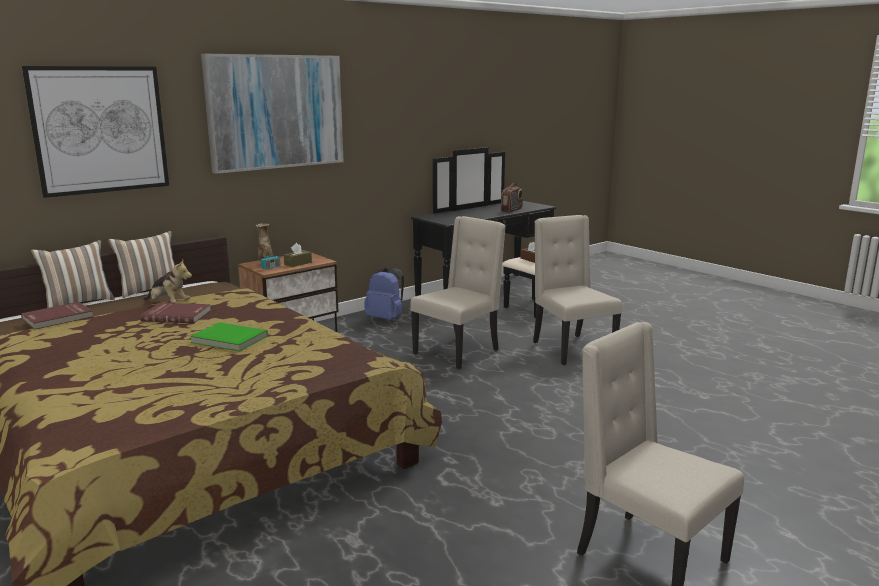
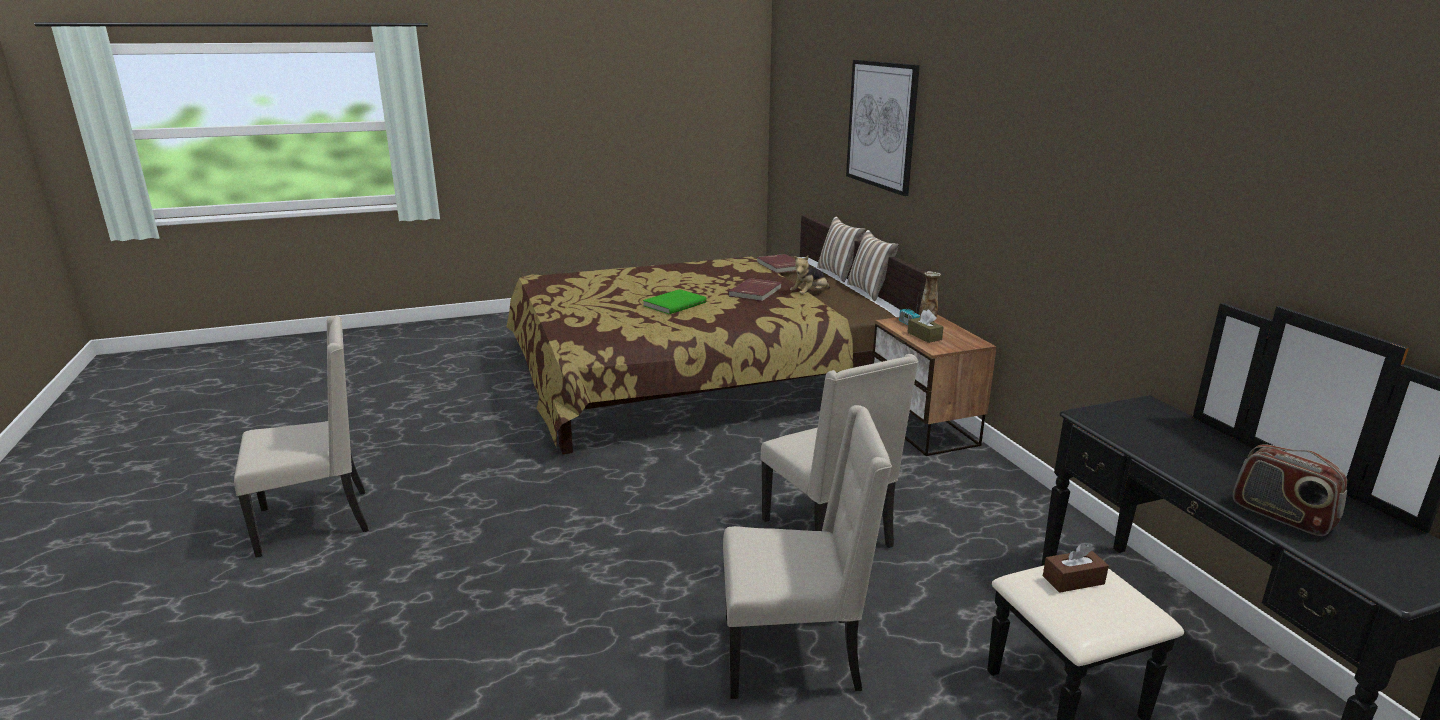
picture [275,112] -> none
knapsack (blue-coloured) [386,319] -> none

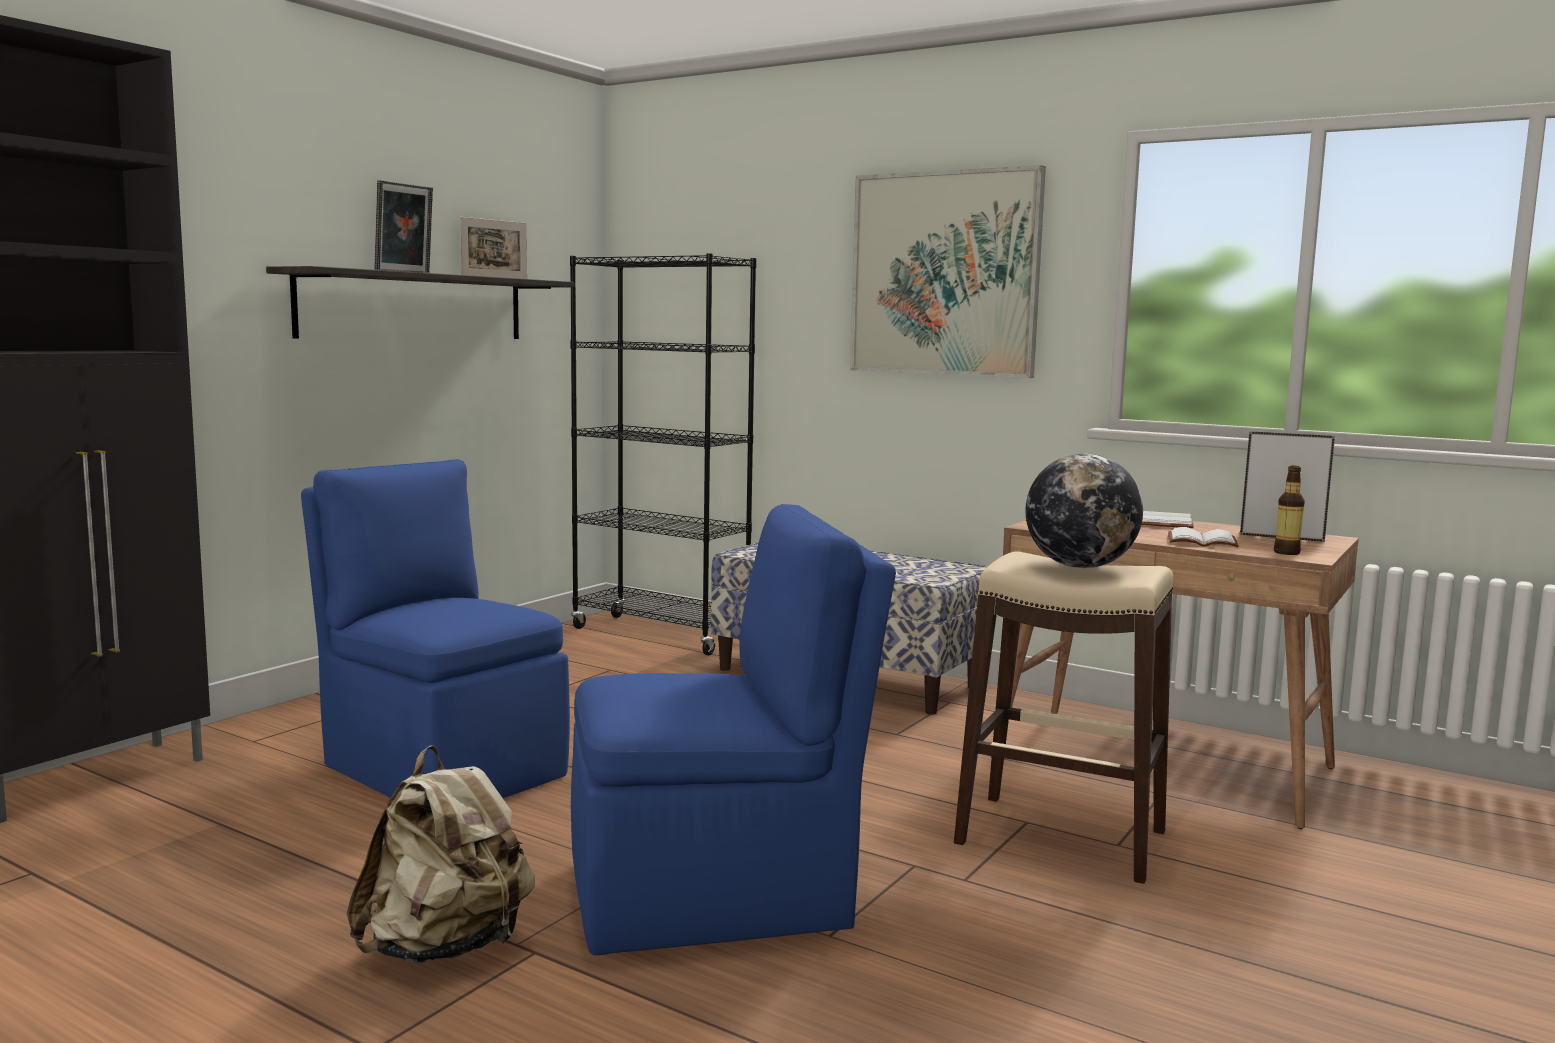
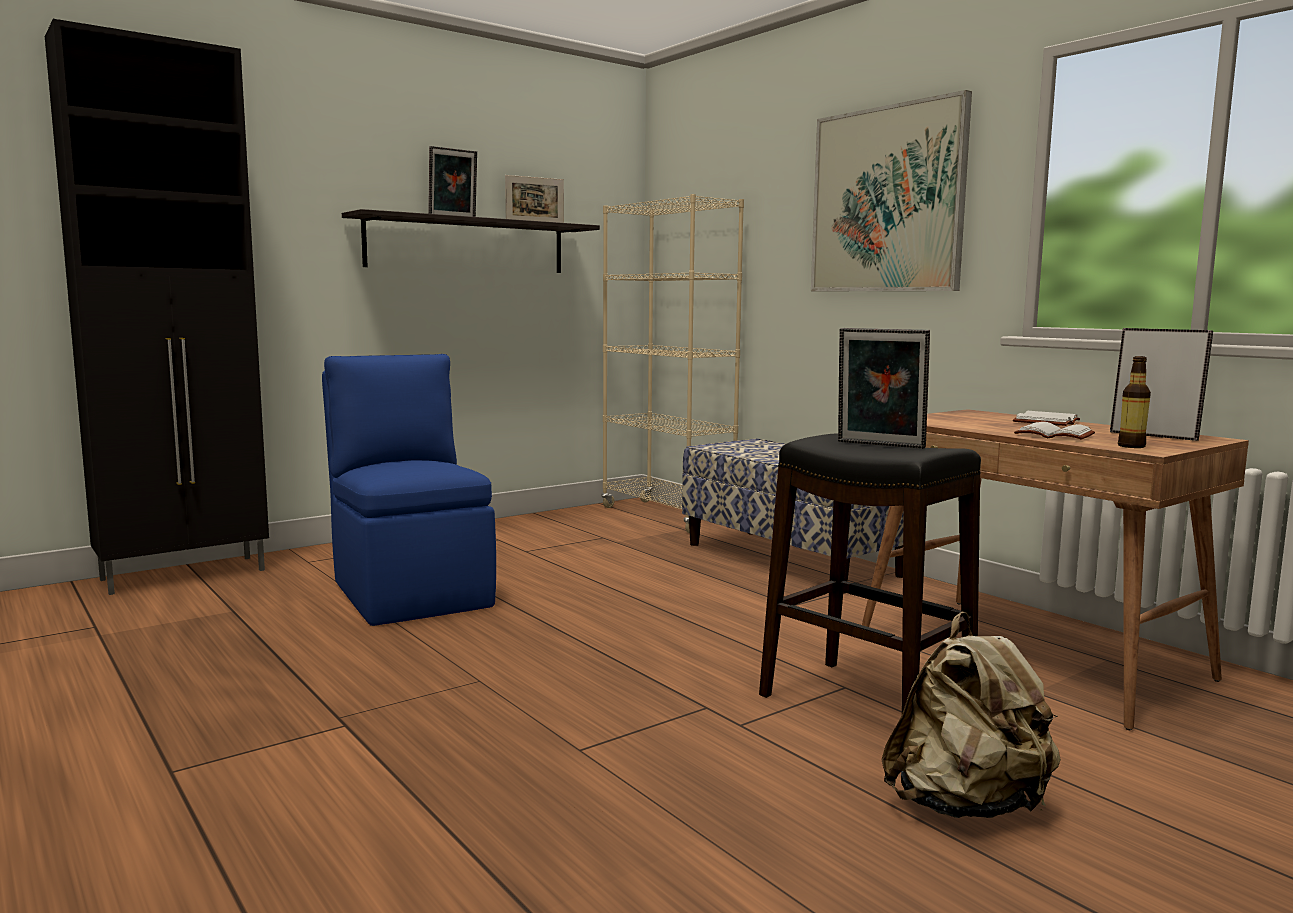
bookcase (black-coloured) [660,635] -> bookcase (beige) [667,516]
globe [1079,566] -> photo frame [879,445]
chair (blue-coloured) [717,896] -> none
stool (beige) [1059,837] -> stool (black-coloured) [864,703]
knapsack (beige) [446,947] -> knapsack (beige) [966,805], relocated

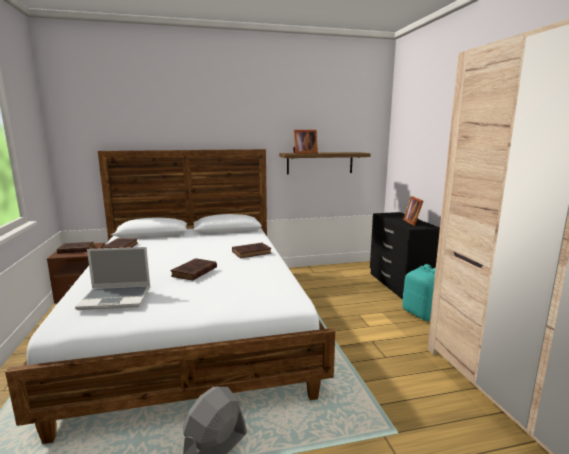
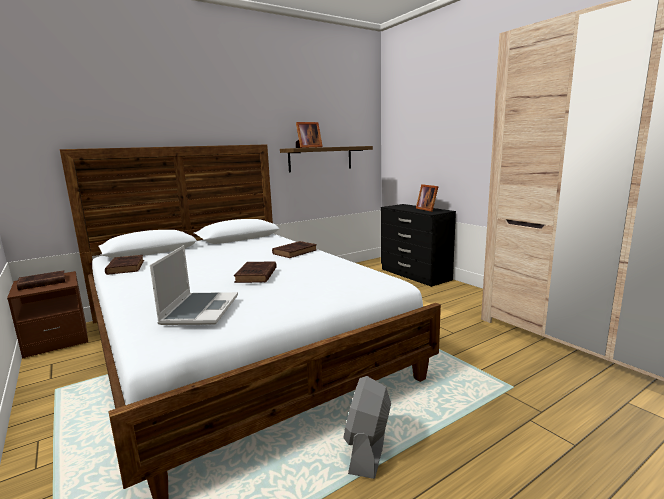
notebook computer [117,298] -> notebook computer [200,309], 60 degrees counterclockwise
knapsack (blue-green) [421,314] -> none

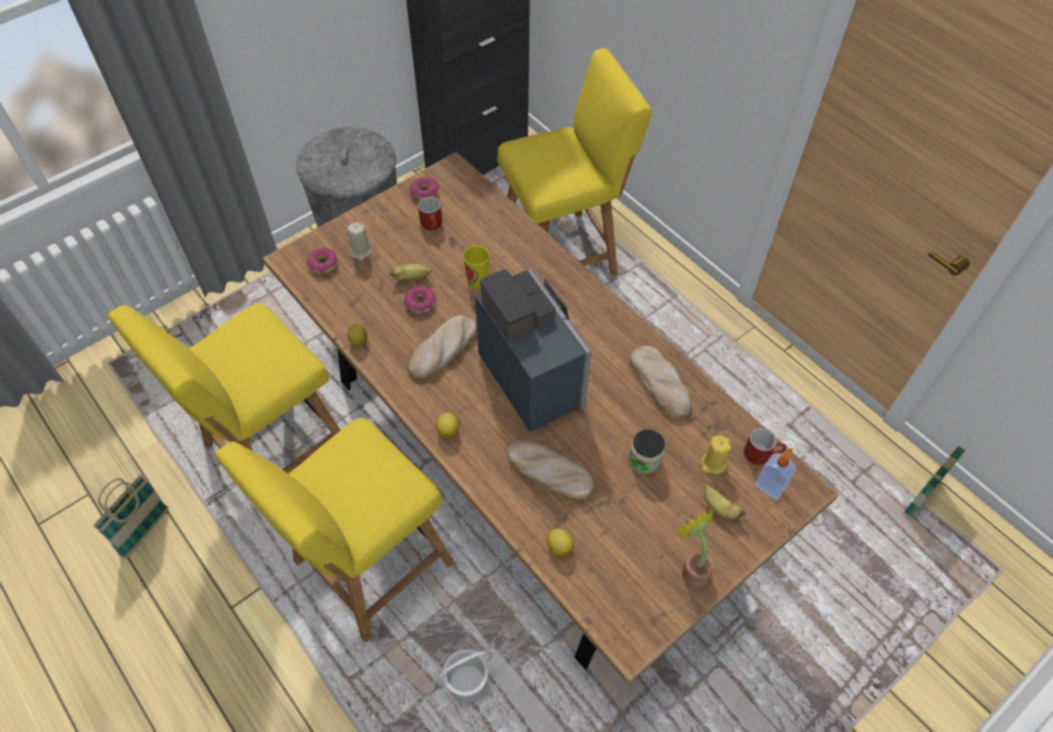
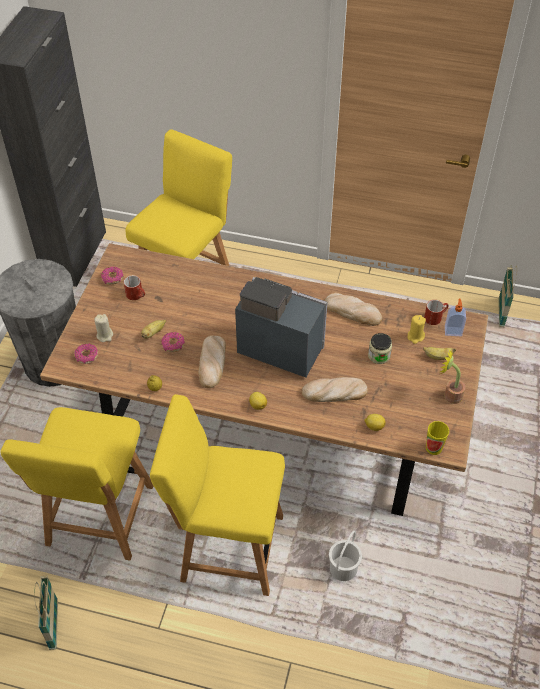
small cup [477,281] -> small cup [433,447], relocated
chair (yellowish) [367,567] -> chair (yellowish) [226,546], 90 degrees clockwise

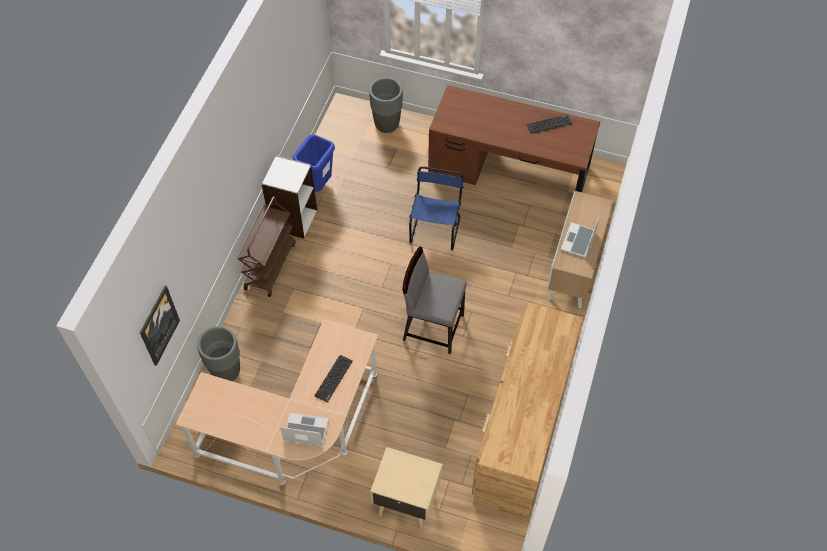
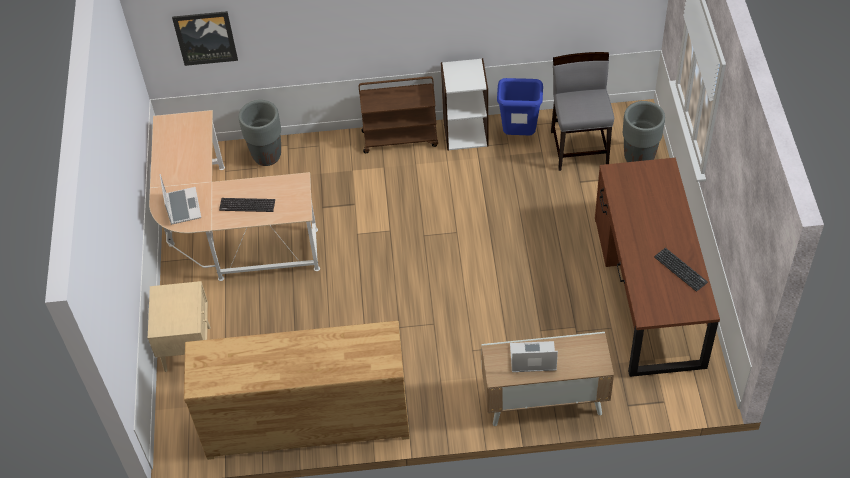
chair (blue-coloured) [435,227] -> none
chair (greyish) [432,327] -> chair (greyish) [579,147], relocated

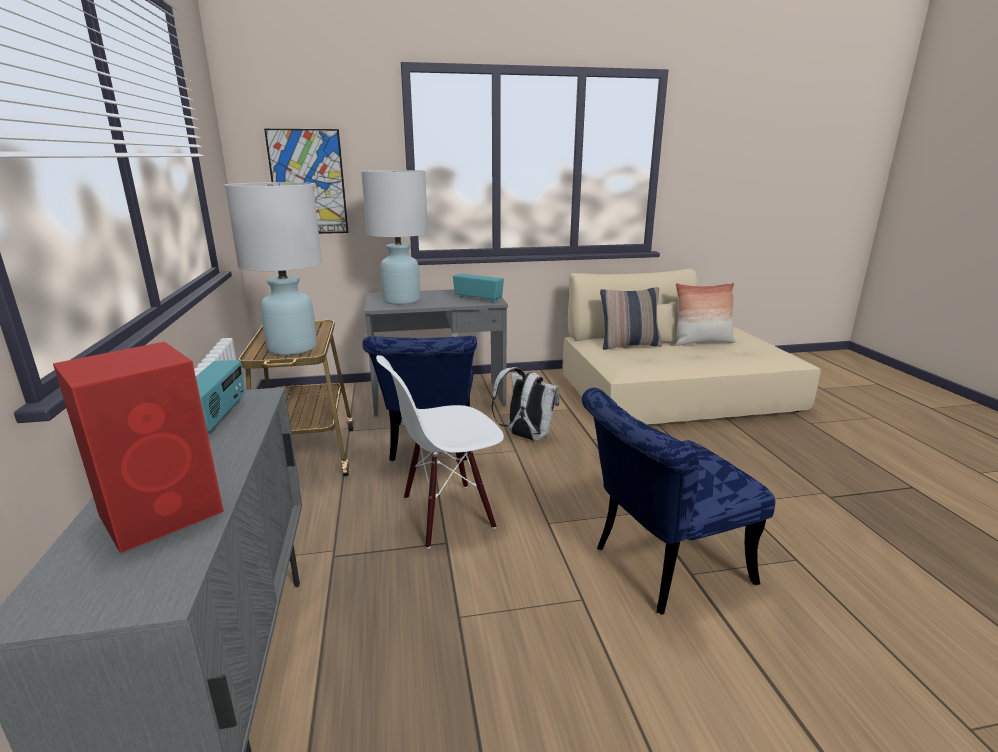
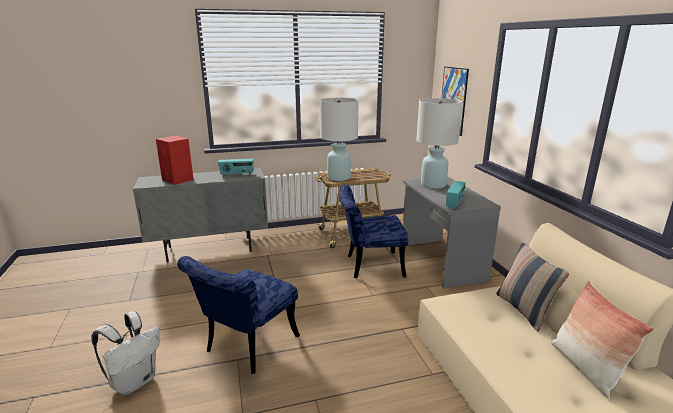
chair (white-coloured) [447,513] -> none
knapsack (white-coloured) [525,437] -> knapsack (white-coloured) [134,381], relocated
chair (blue-coloured) [659,566] -> chair (blue-coloured) [246,347], 120 degrees counterclockwise

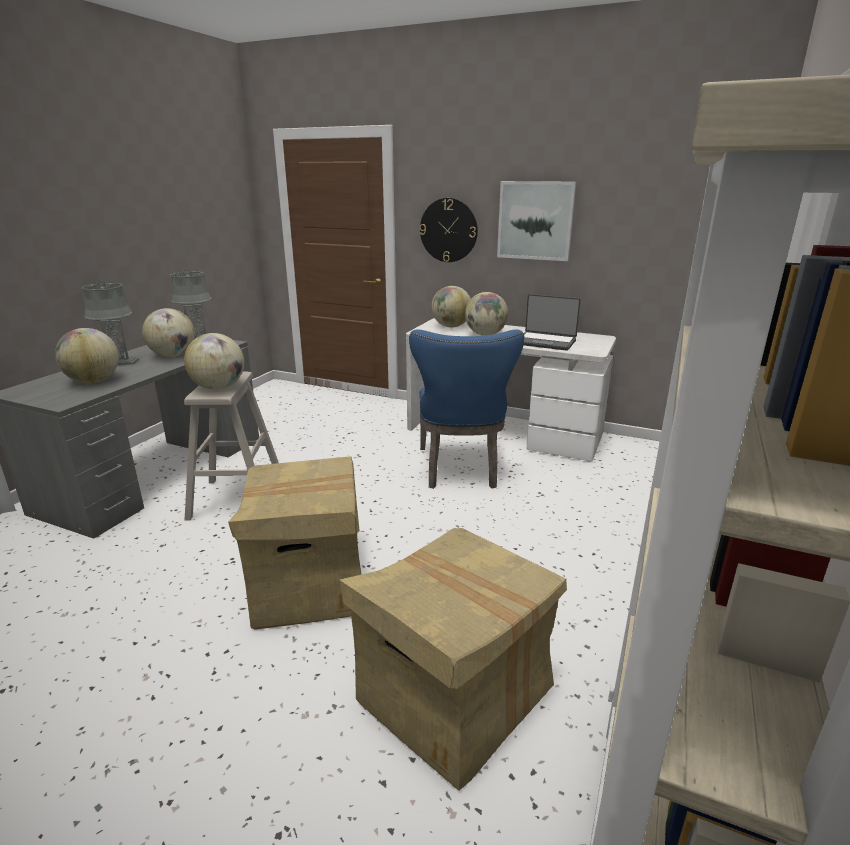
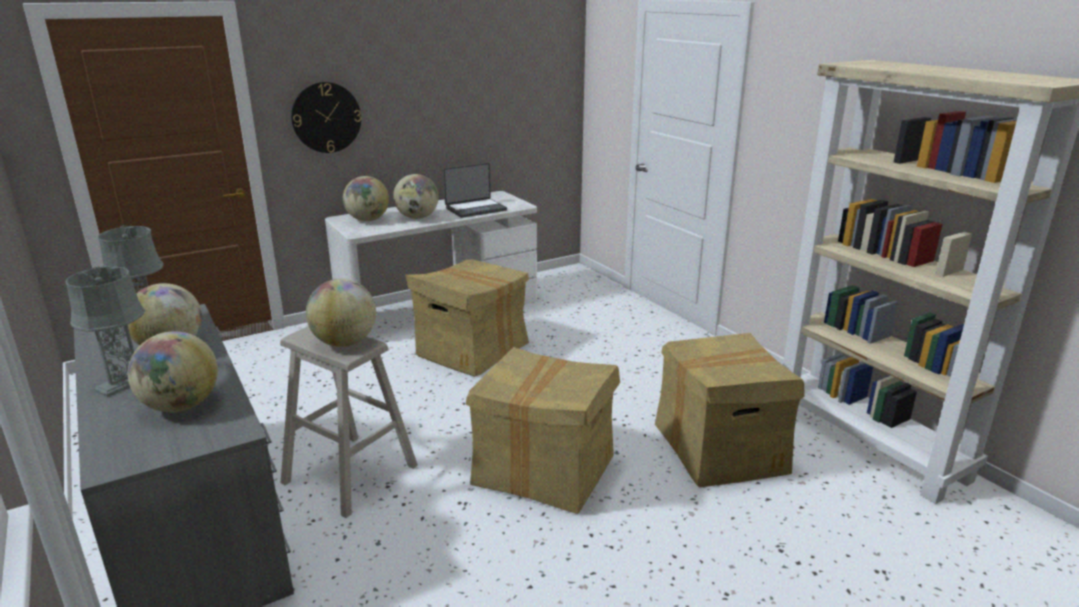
picture [535,220] -> none
chair (blue-coloured) [460,470] -> packing box [472,350]

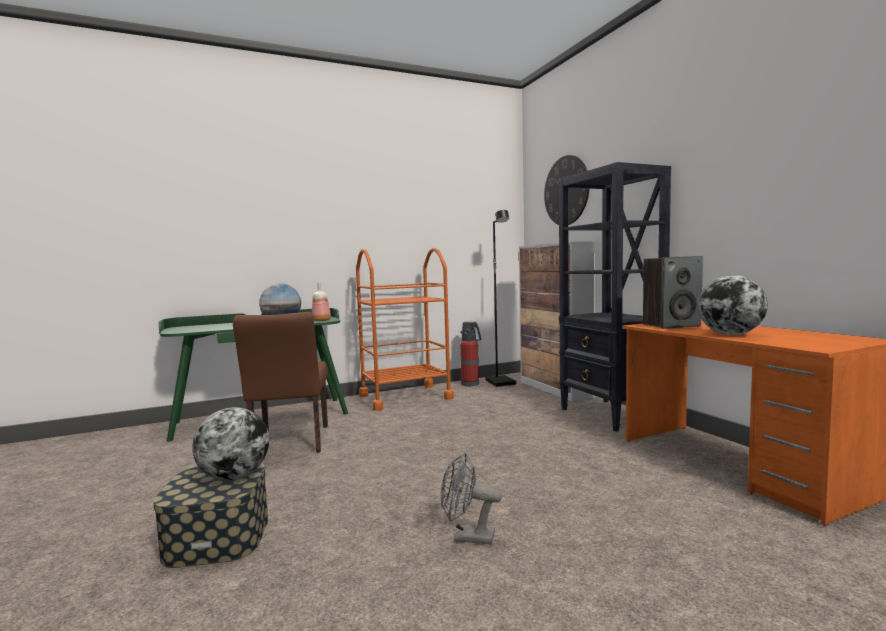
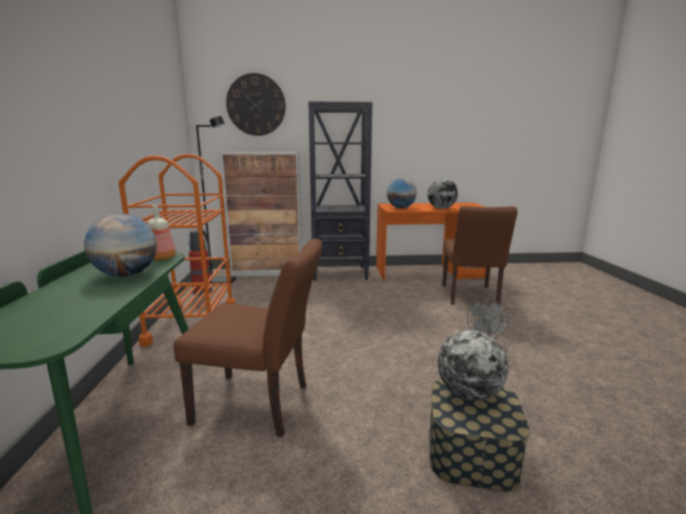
audio speaker [671,325] -> globe [400,208]
none -> chair (brown-coloured) [470,297]

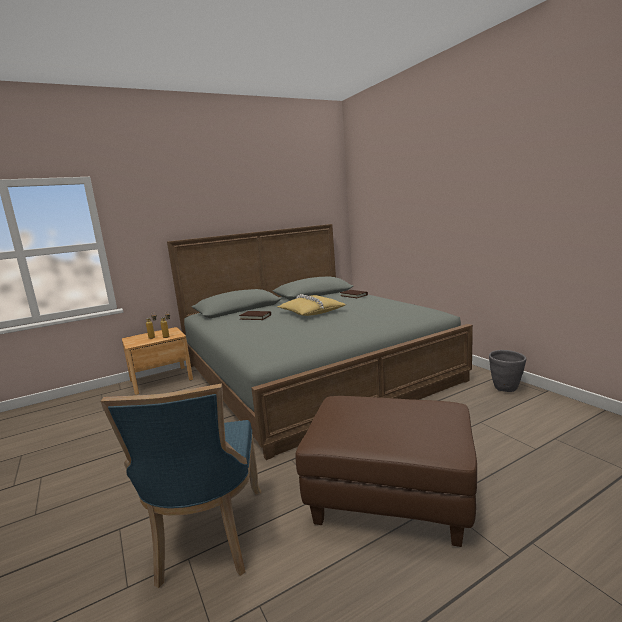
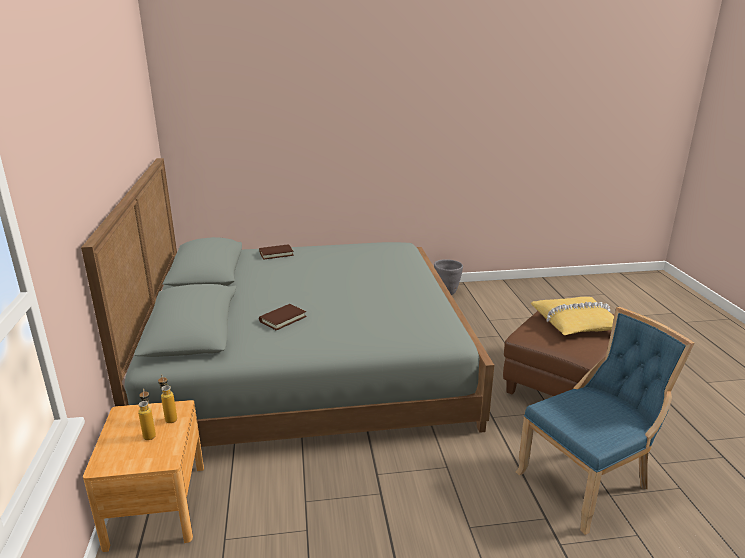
pillow (yellowish) [311,312] -> pillow (yellowish) [576,323], relocated
chair (blue-coloured) [208,538] -> chair (blue-coloured) [588,482], 45 degrees counterclockwise

